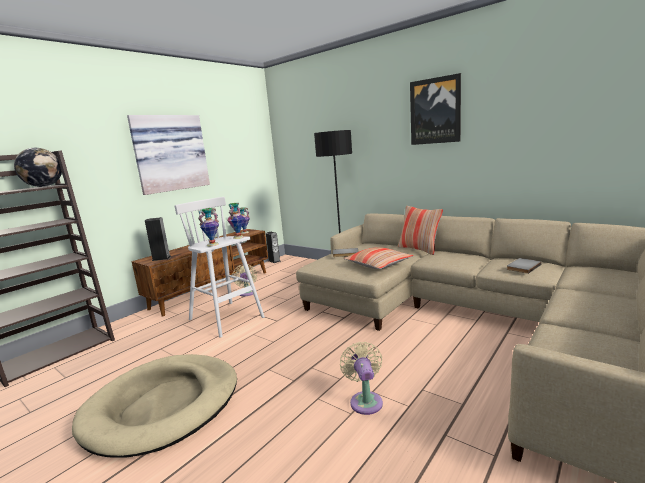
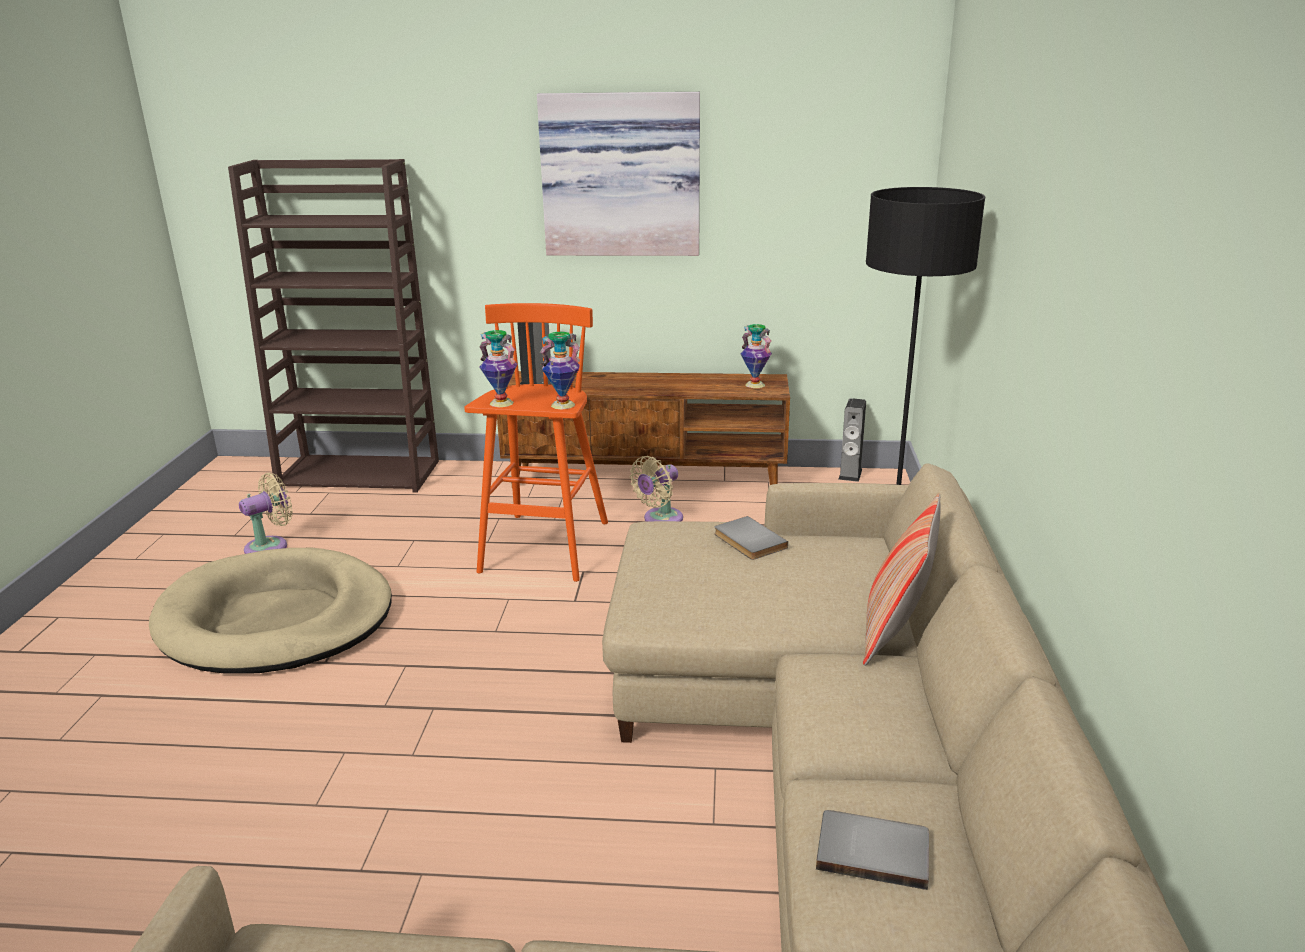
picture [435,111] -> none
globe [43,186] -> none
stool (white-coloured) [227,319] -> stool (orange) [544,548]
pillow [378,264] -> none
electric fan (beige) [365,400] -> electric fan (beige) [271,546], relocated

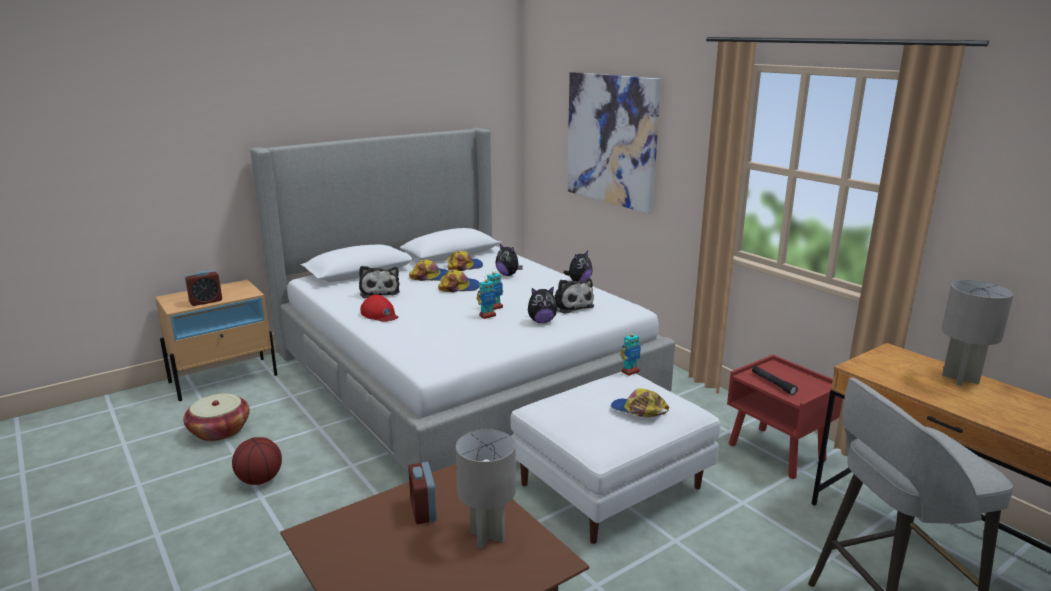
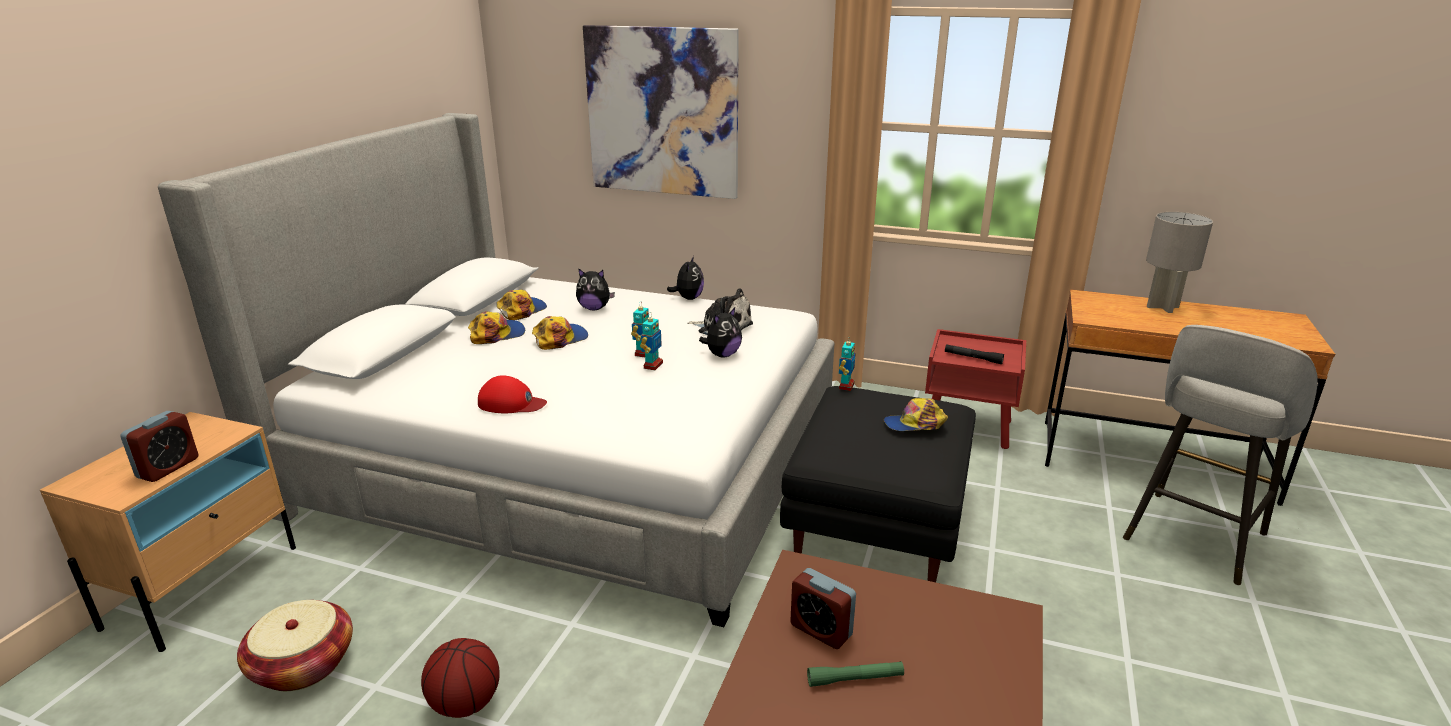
plush toy [379,291] -> none
footrest (white-coloured) [611,485] -> footrest (black-coloured) [877,518]
table lamp (greyish) [487,536] -> none
none -> flashlight (greenish) [855,679]

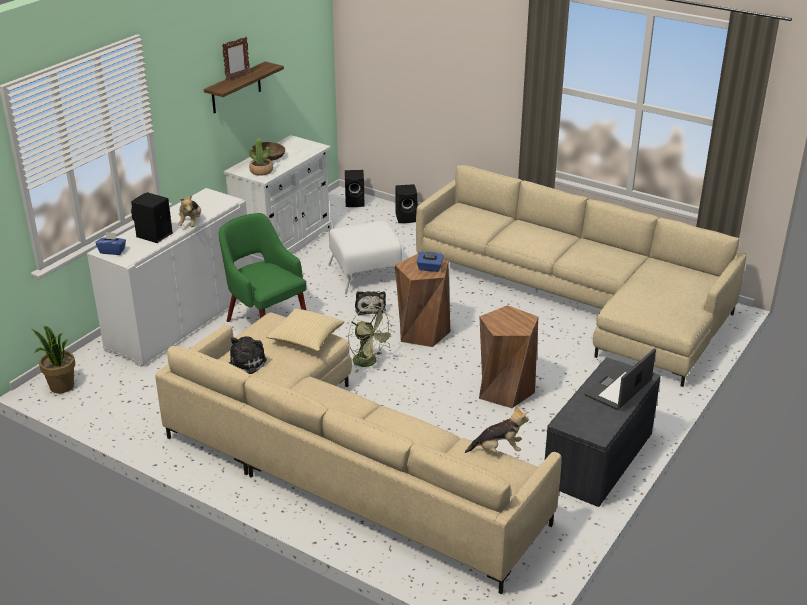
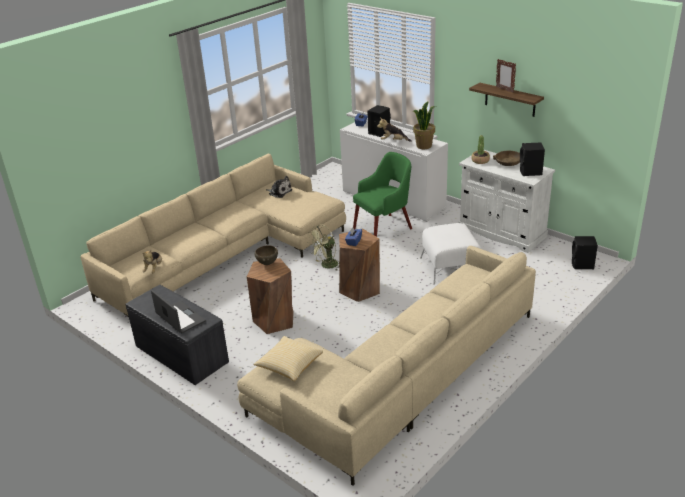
audio speaker (black-coloured) [407,218] -> audio speaker (black-coloured) [530,172], relocated
plush toy [370,308] -> none
pillow [306,339] -> pillow [289,365], relocated
potted plant [61,386] -> potted plant [423,146], relocated
none -> deep dish (brown-coloured) [267,263]

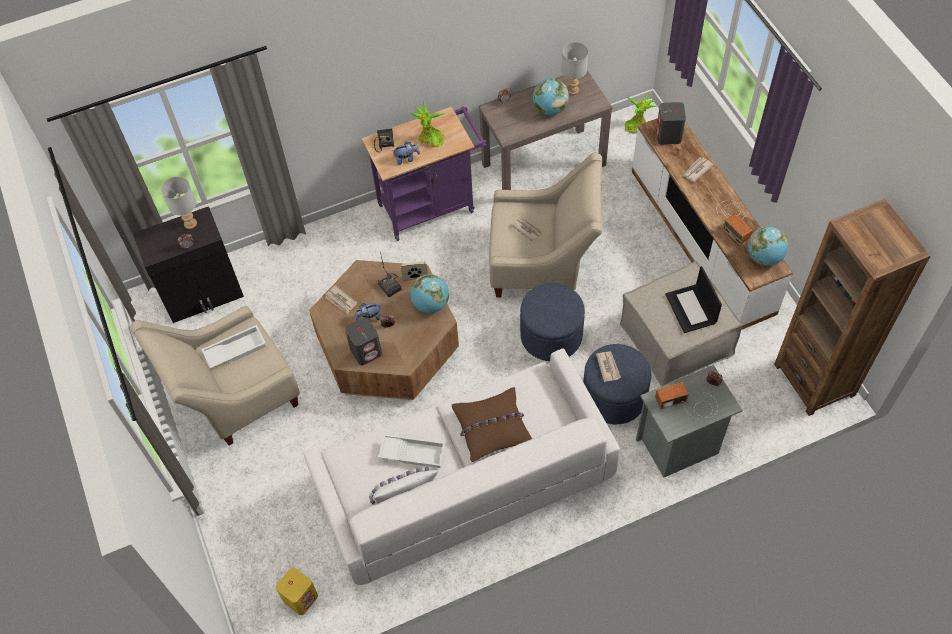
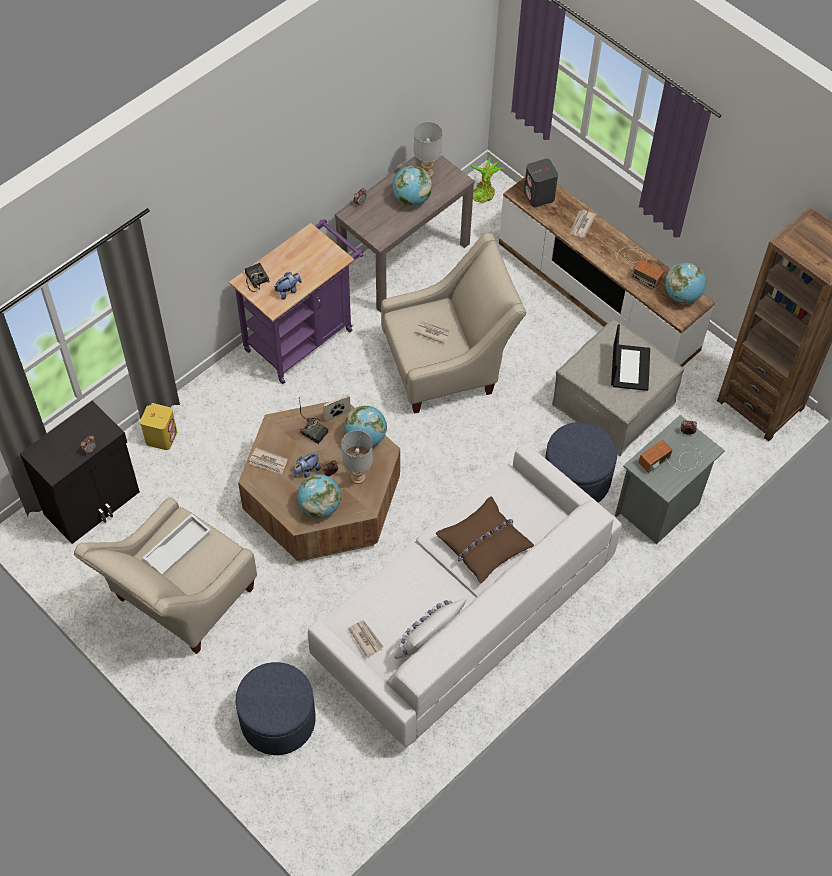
potted plant [430,138] -> none
table lamp (greyish) [190,223] -> table lamp (greyish) [357,477], relocated
notebook computer [691,309] -> notebook computer [629,367], 135 degrees counterclockwise
footrest (blue-coloured) [551,335] -> footrest (blue-coloured) [278,720], relocated
audio speaker (greyish) [366,351] -> globe [319,506]
newspaper [608,366] -> newspaper [366,638], relocated
carrying tray (white-coloured) [413,452] -> none
audio speaker (yellowish) [301,597] -> audio speaker (yellowish) [161,437], relocated

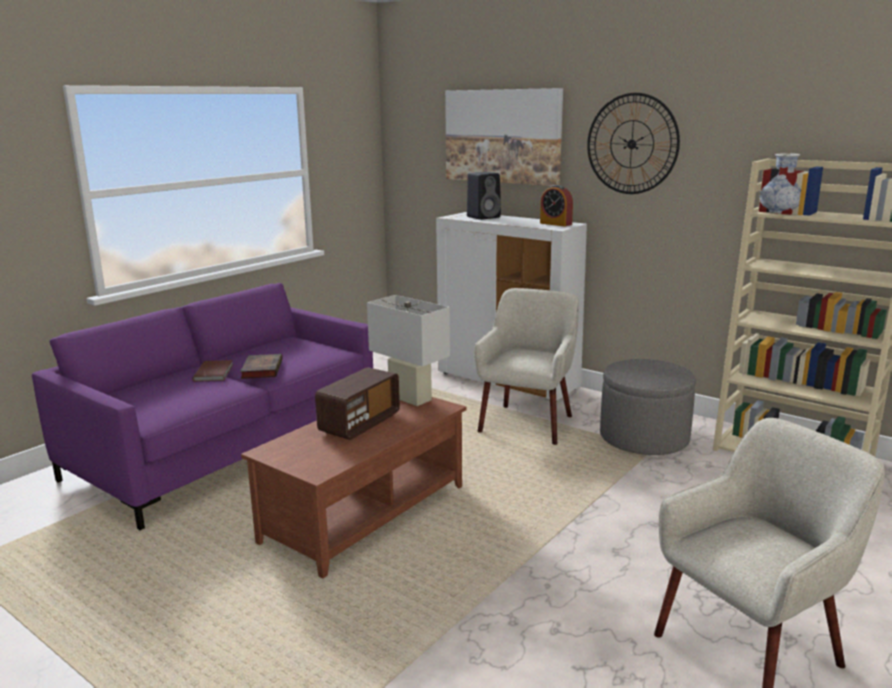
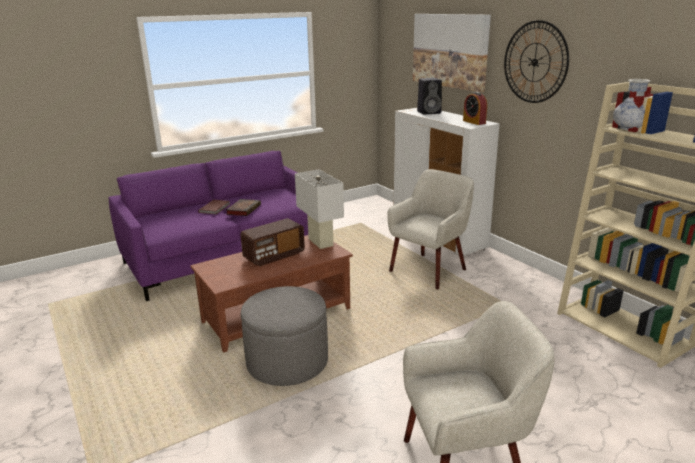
footrest (greyish) [644,438] -> footrest (greyish) [287,362], relocated

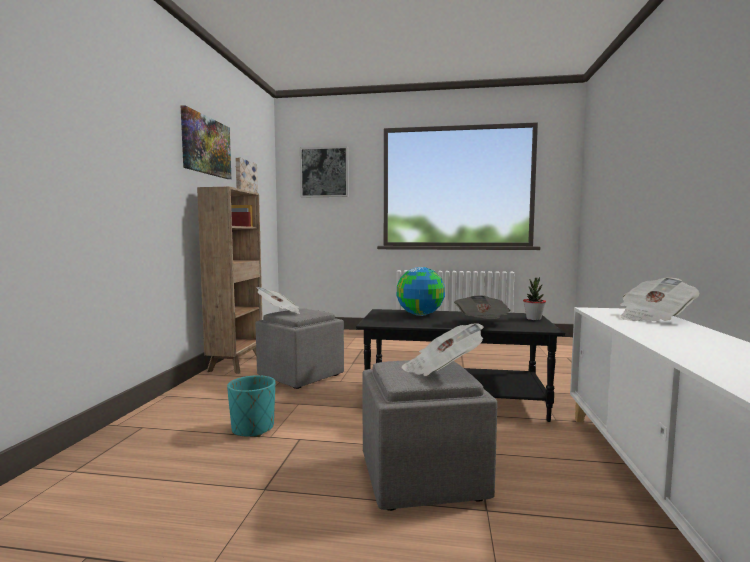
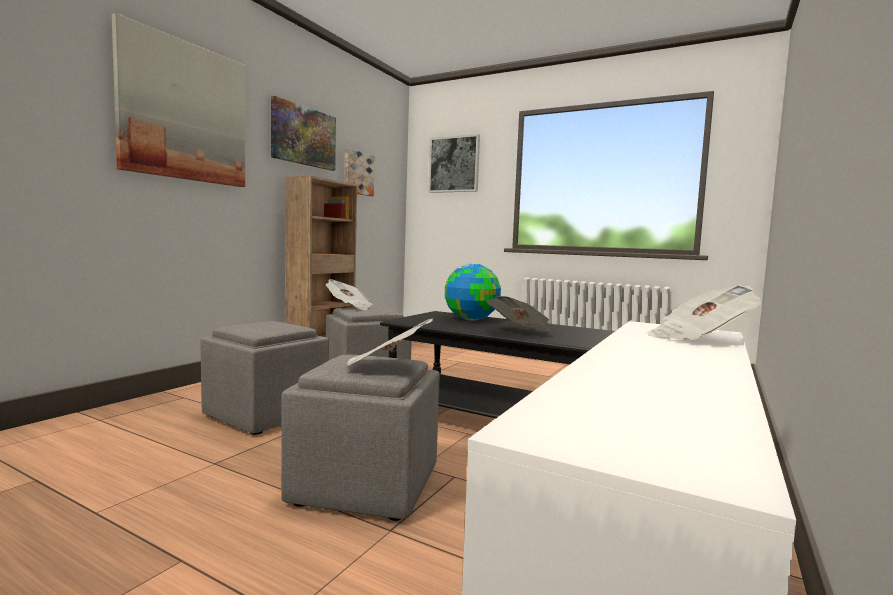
potted plant [533,319] -> none
flower pot (blue-green) [253,429] -> footrest (greyish) [266,414]
none -> picture [184,112]

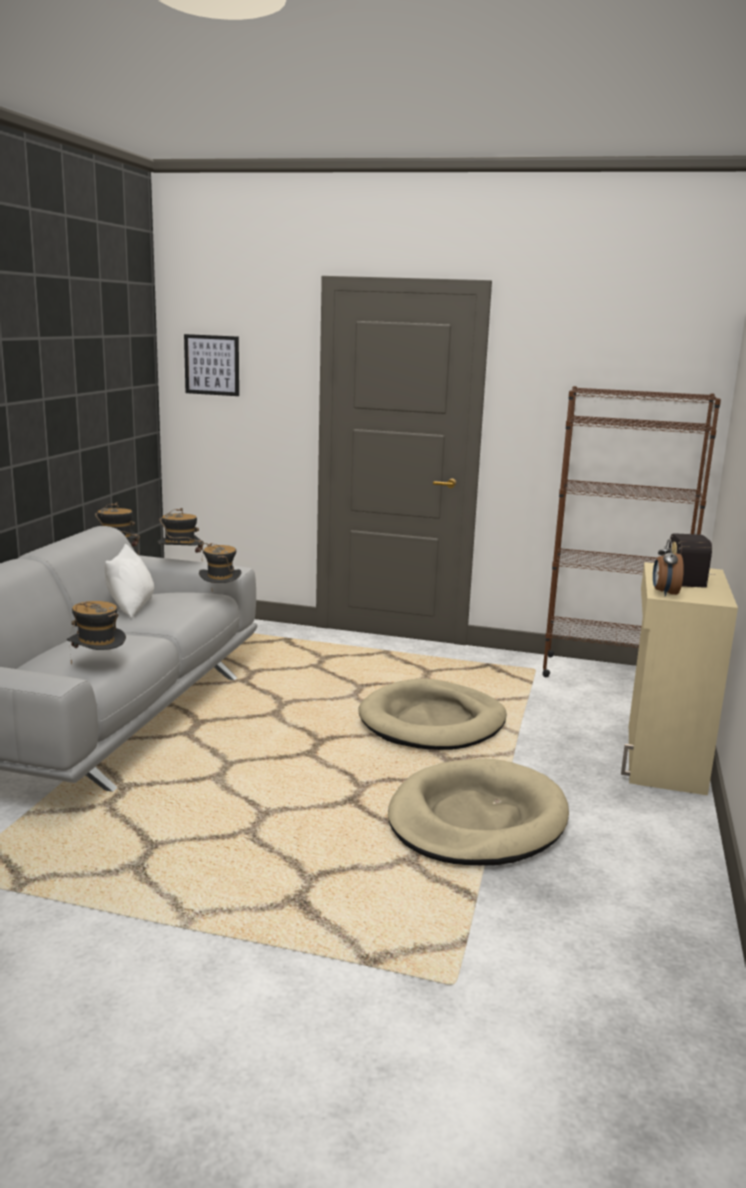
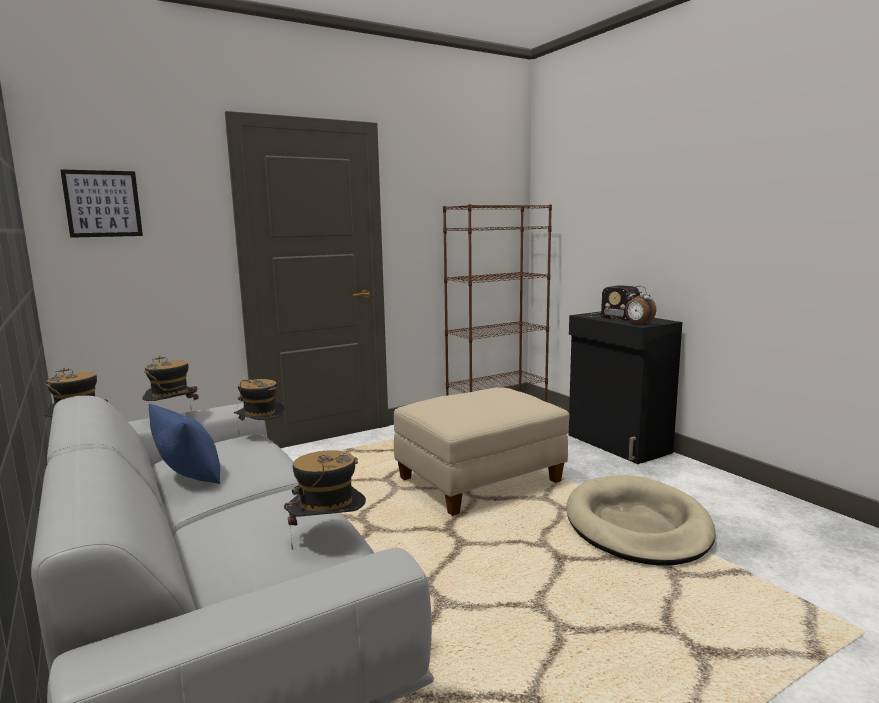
pillow (white-coloured) [131,607] -> pillow (blue-coloured) [189,476]
cupboard (beige) [662,758] -> cupboard (black-coloured) [617,444]
dog bed (beige) [432,722] -> footrest (beige) [479,480]

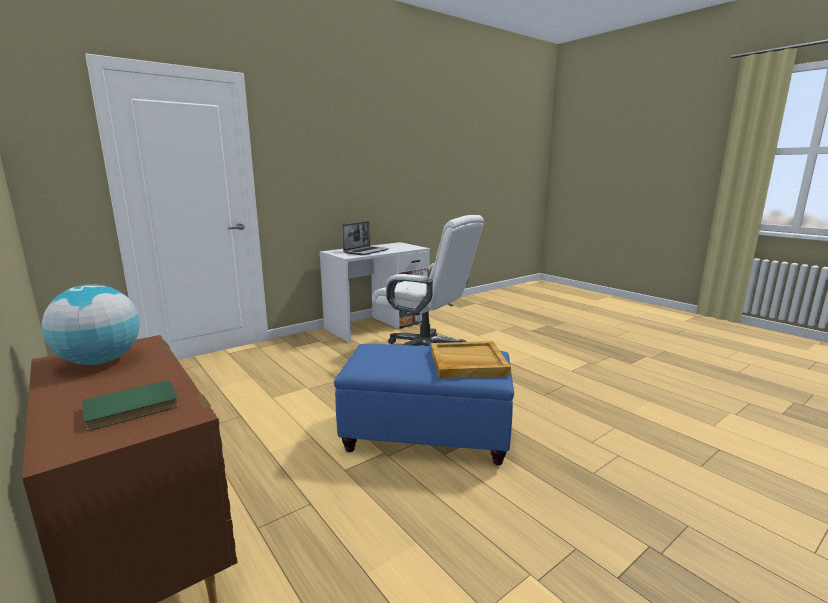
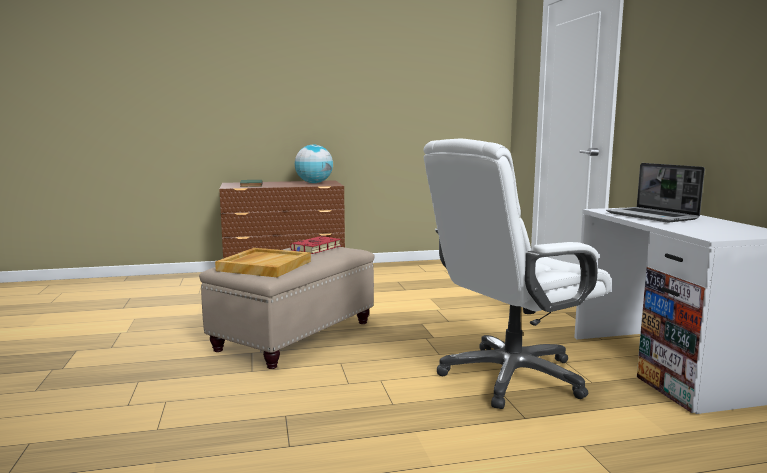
footrest (blue-coloured) [427,435] -> footrest (beige) [294,336]
none -> bound book (red) [315,248]

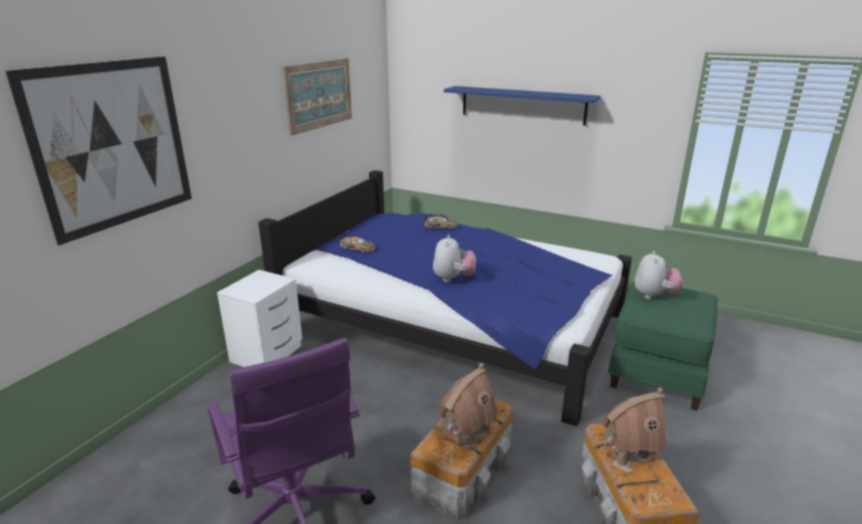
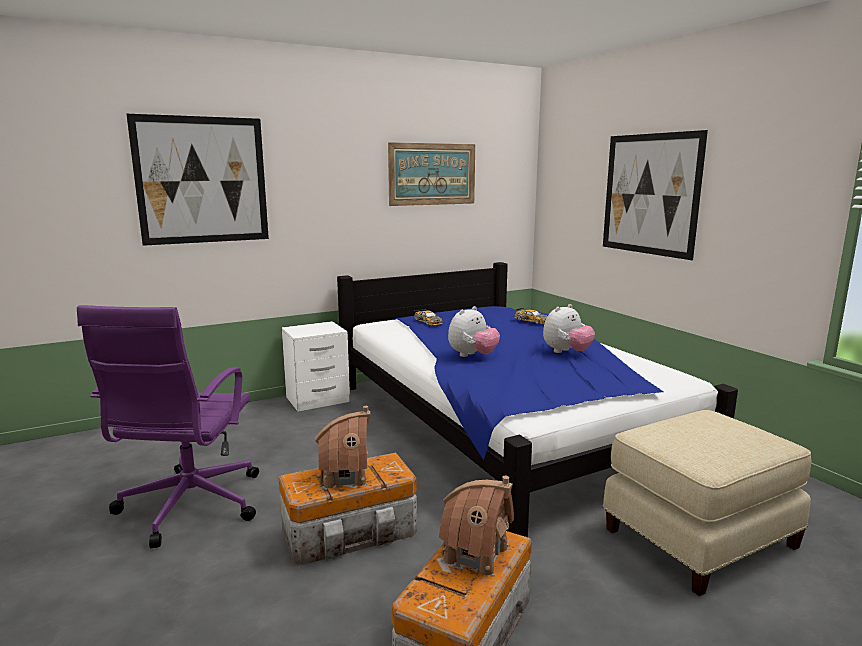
bracket shelf (blue-coloured) [522,105] -> picture [650,194]
plush toy [654,296] -> plush toy [566,352], relocated
footrest (greenish) [656,369] -> footrest (beige) [697,536]

